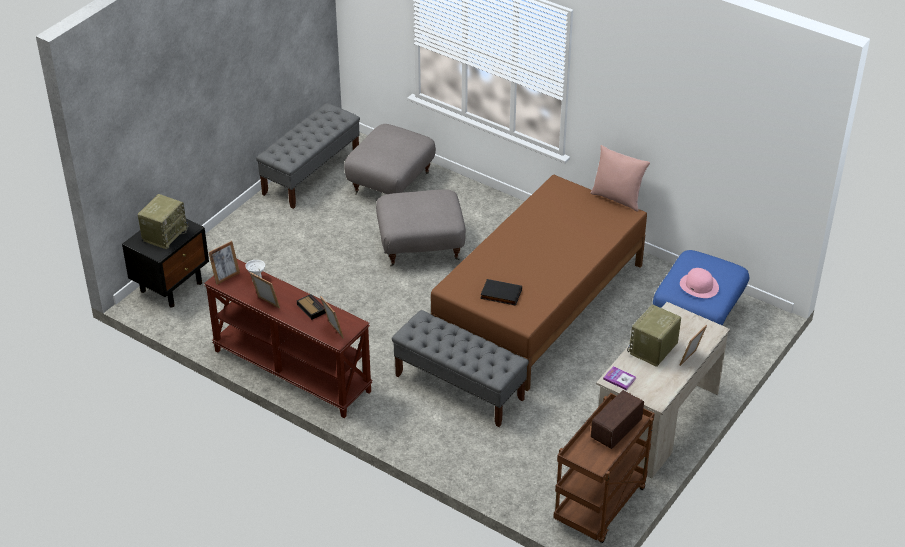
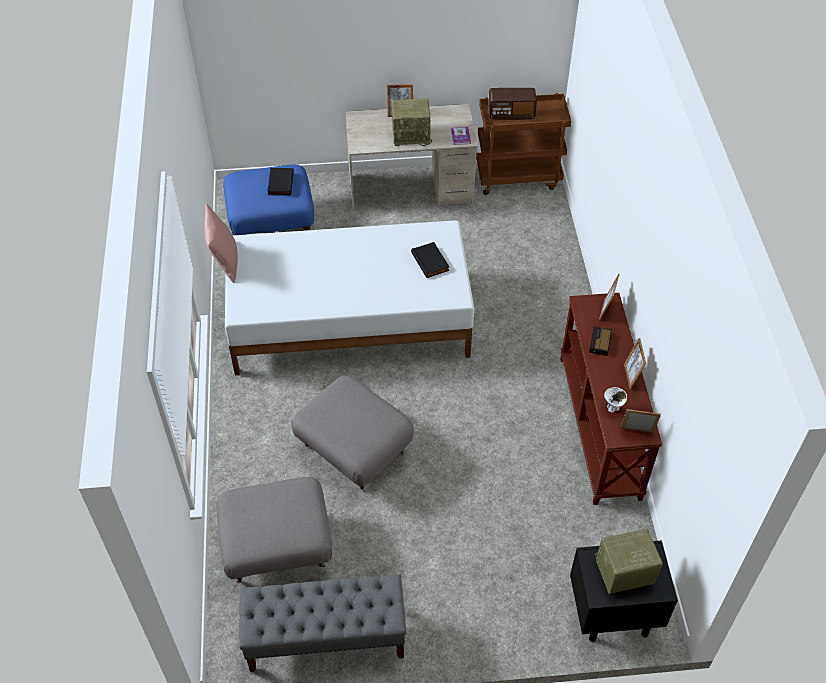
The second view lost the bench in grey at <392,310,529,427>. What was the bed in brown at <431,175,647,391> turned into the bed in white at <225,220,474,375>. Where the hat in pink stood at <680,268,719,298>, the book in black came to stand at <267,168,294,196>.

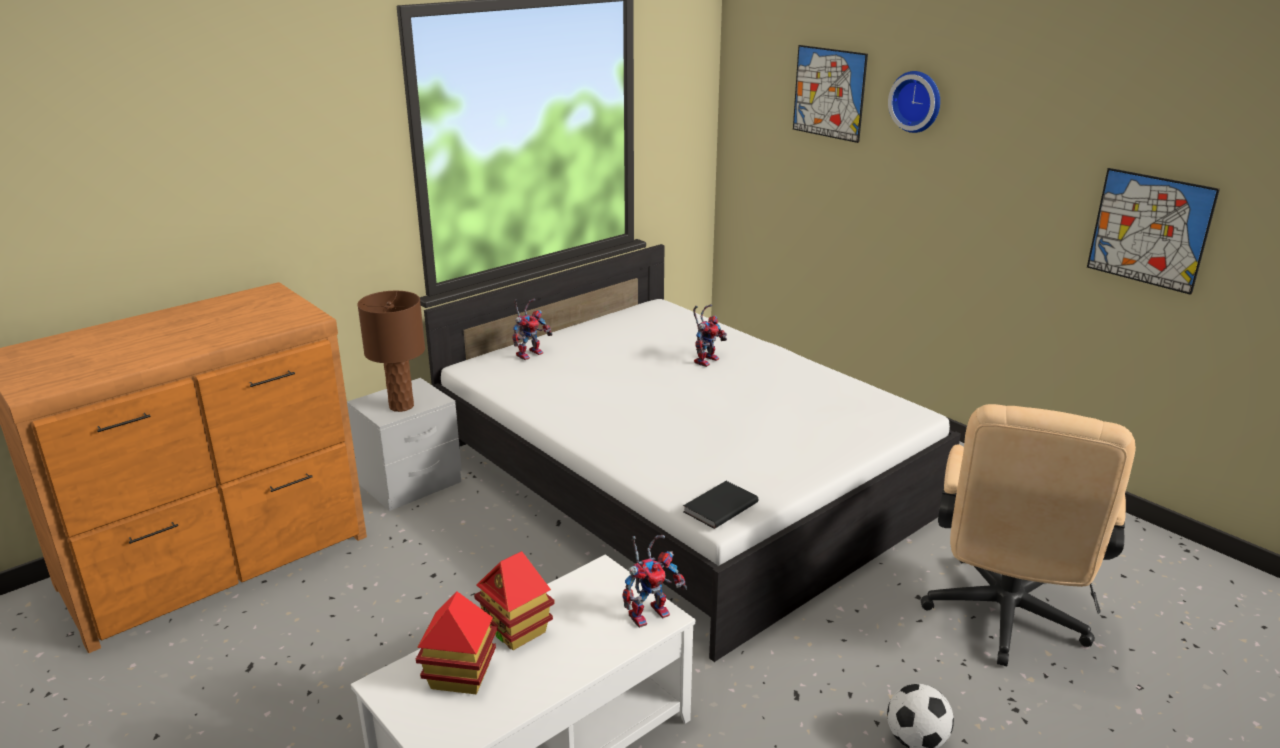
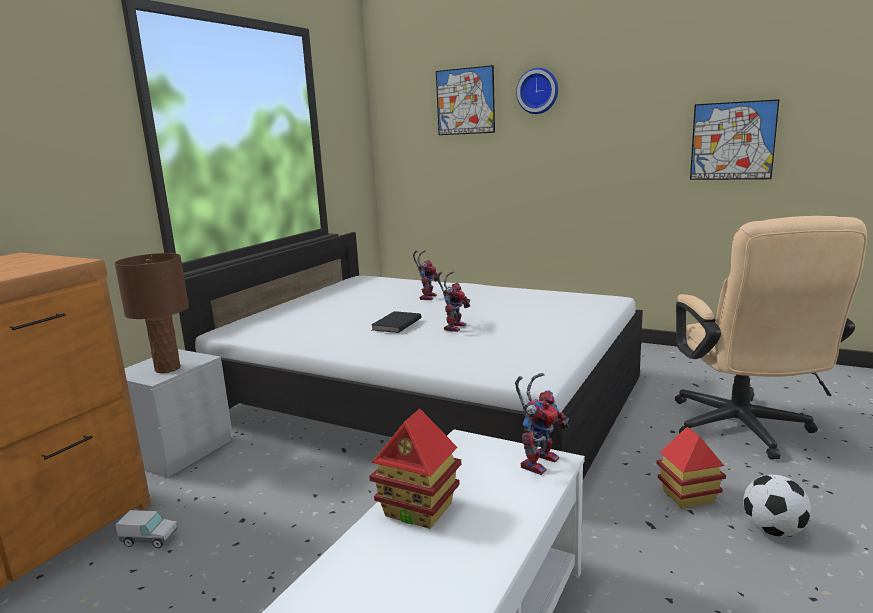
The toy house ended up elsewhere, having gone from <416,591,497,694> to <657,427,726,509>. The toy robot ended up elsewhere, having gone from <512,299,553,360> to <437,271,470,332>. The book in black ended up elsewhere, having gone from <683,481,758,529> to <371,311,421,333>. The second view gained the toy truck at <115,510,177,548>.

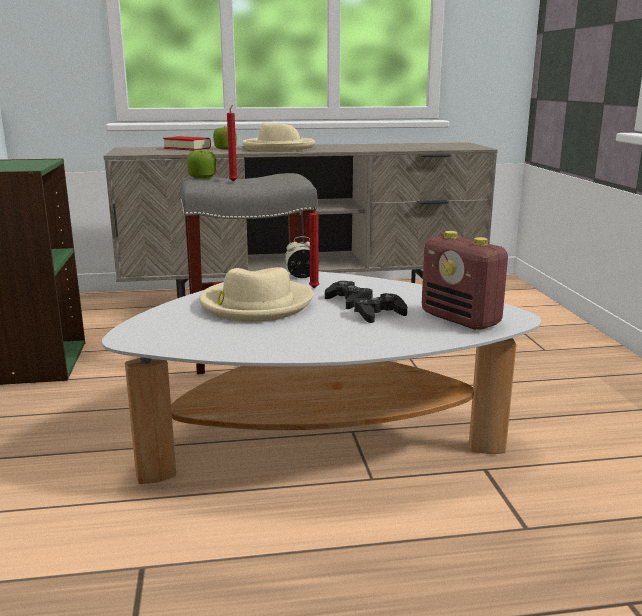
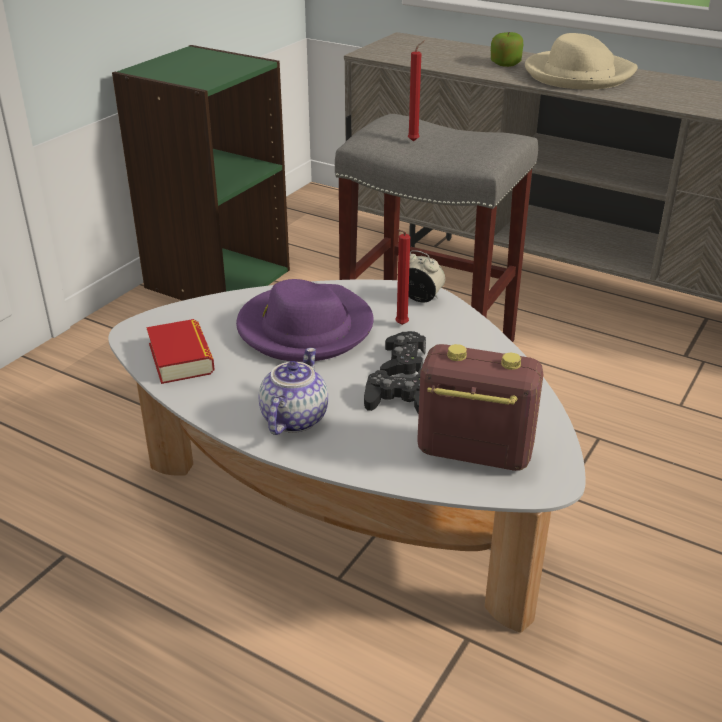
The book ended up elsewhere, having gone from <163,136,211,151> to <146,319,215,384>. The second view lost the apple at <187,149,216,178>. What was the hat in beige at <199,267,314,322> turned into the hat in purple at <236,279,373,362>. The radio at <422,231,508,330> ended up facing another way, 105 degrees clockwise from before. The second view gained the teapot at <259,348,328,435>.

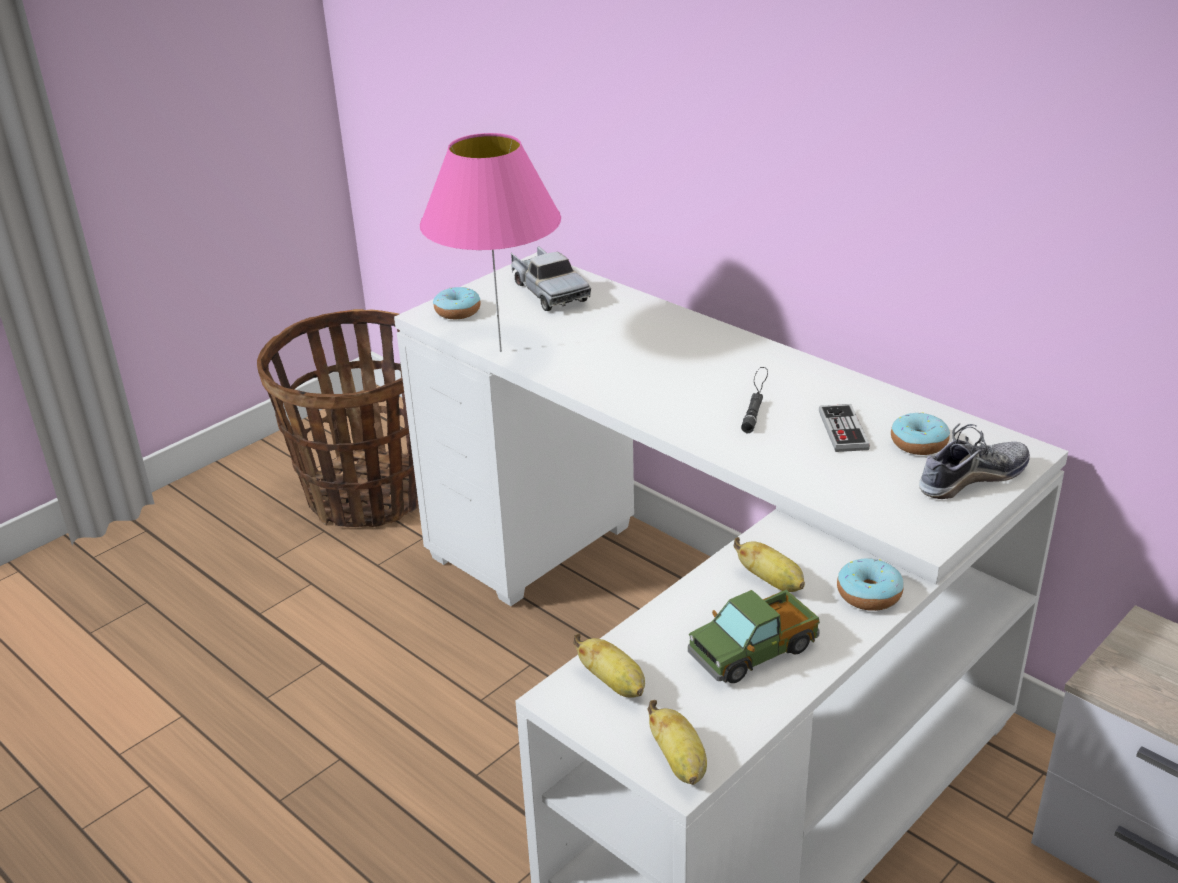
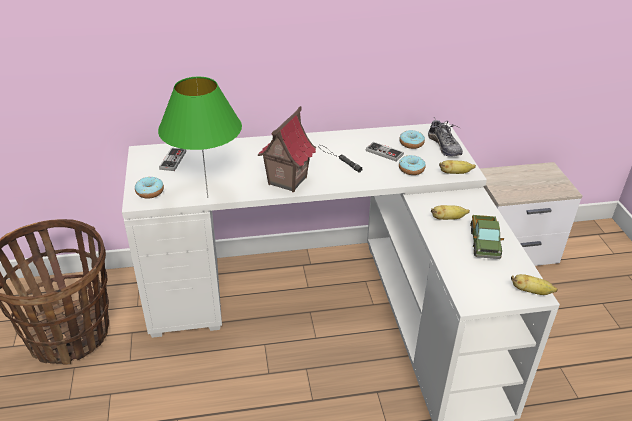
What was the table lamp in pink at <420,133,561,352> turned into the table lamp in green at <158,77,242,198>. Where the toy truck stood at <511,246,591,311>, the game controller came to stand at <159,148,186,171>. The banana ended up elsewhere, having gone from <573,633,645,698> to <439,160,476,174>. The donut ended up elsewhere, having gone from <837,558,904,611> to <399,155,426,175>. The shoe at <919,423,1030,499> ended up facing another way, 150 degrees clockwise from before. The second view gained the toy house at <258,106,317,192>.

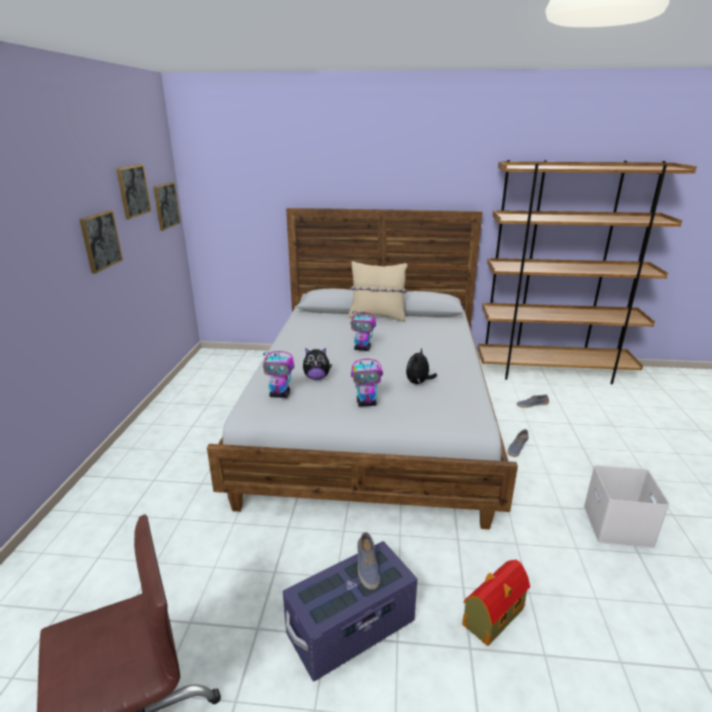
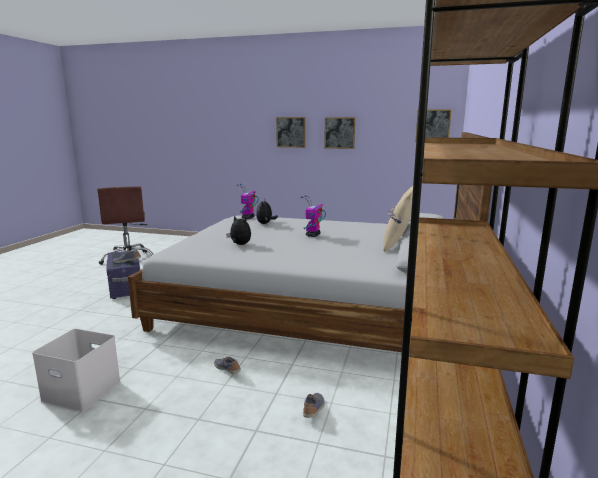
The picture ended up elsewhere, having gone from <116,164,151,219> to <276,117,305,148>. The second view lost the toy robot at <351,359,383,407>. The second view lost the toy house at <462,559,530,646>.

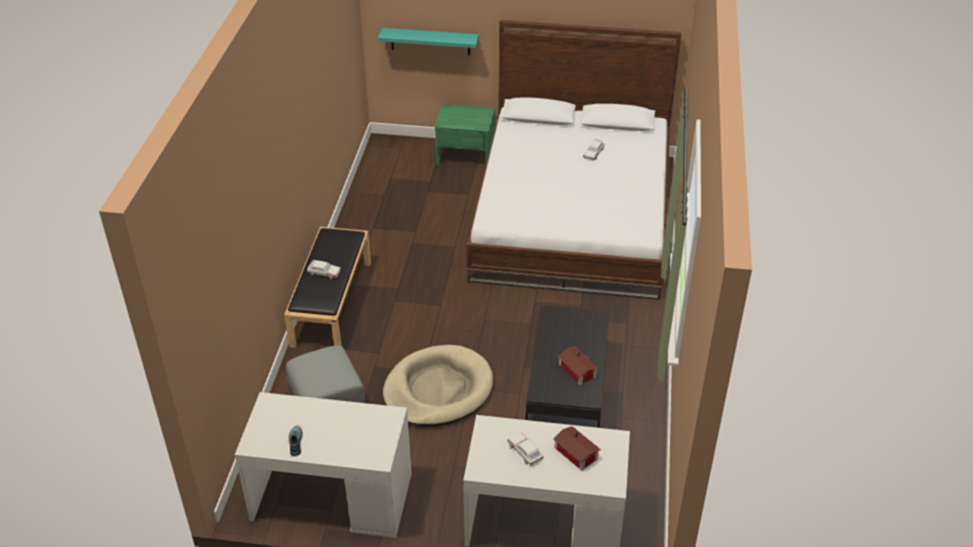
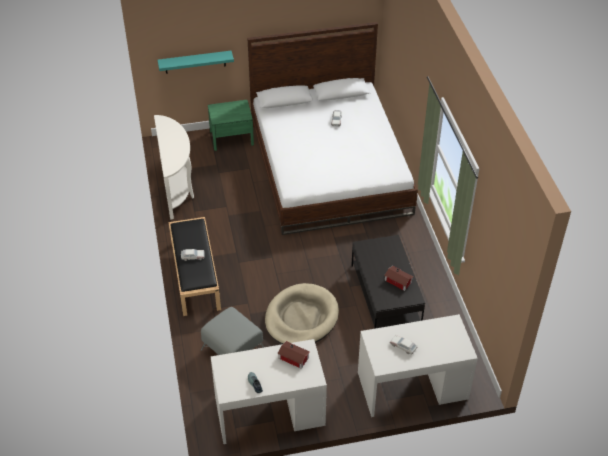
The toy house ended up elsewhere, having gone from <553,426,601,471> to <277,341,310,369>. The second view gained the console table in white at <154,115,194,220>.

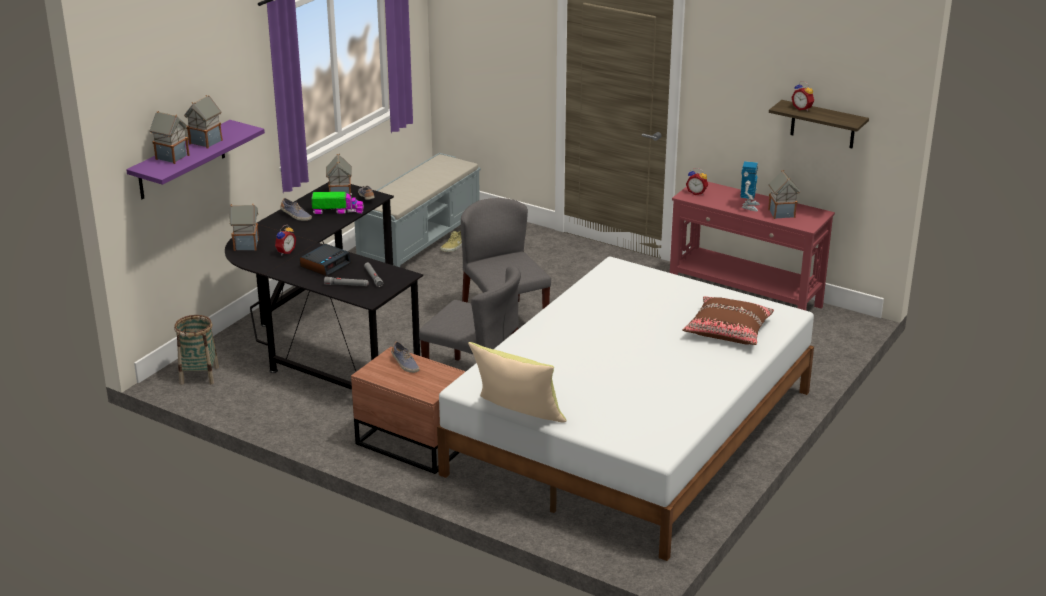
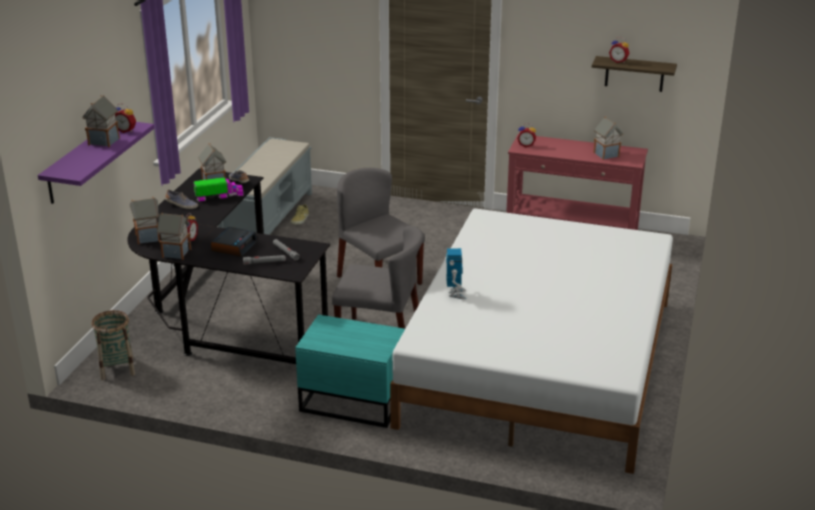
The toy house ended up elsewhere, having gone from <150,111,190,164> to <157,212,191,260>. What was the nightstand in brown at <351,347,466,474> turned into the nightstand in turquoise at <295,315,405,428>. The second view lost the shoe at <391,341,419,373>. The second view lost the pillow in yellow at <468,342,566,422>. The second view lost the pillow in brown at <683,296,774,345>. The toy robot ended up elsewhere, having gone from <740,161,760,211> to <446,248,467,299>. The second view gained the alarm clock at <115,103,136,133>.

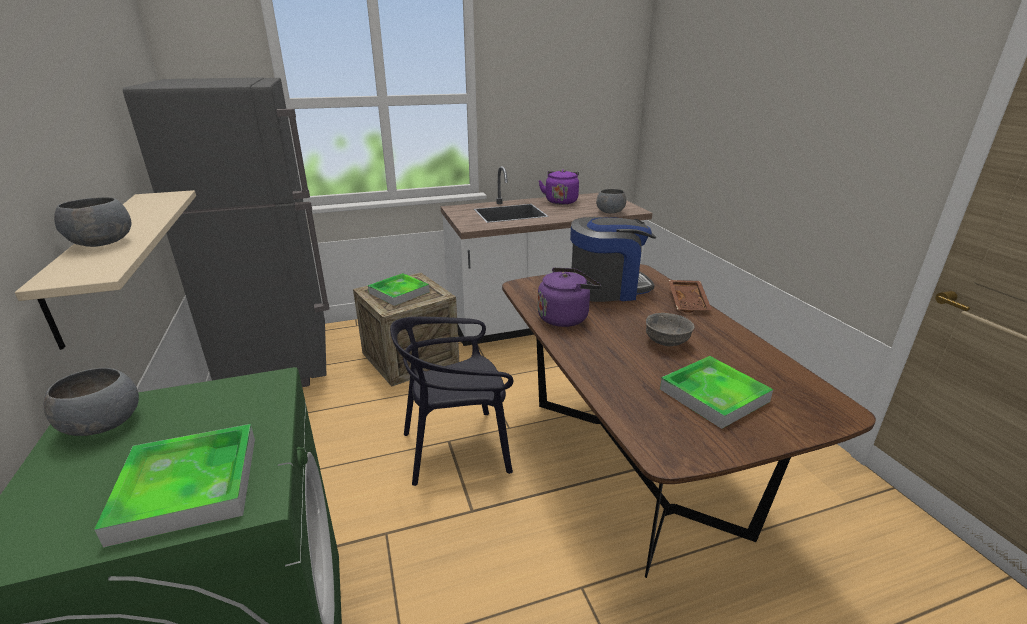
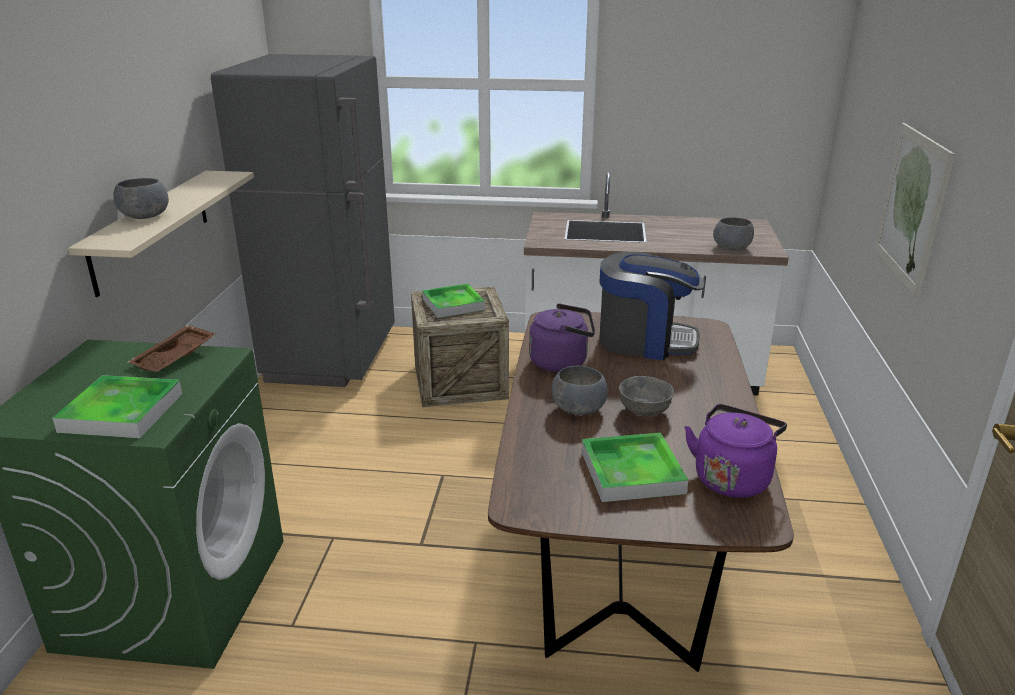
The bowl in grey ended up elsewhere, having gone from <43,368,139,436> to <552,366,608,415>. The second view lost the chair in black at <390,317,513,486>. The kettle in purple ended up elsewhere, having gone from <538,169,579,205> to <685,404,787,498>. The tray in brown ended up elsewhere, having gone from <669,280,712,313> to <128,325,216,372>. The second view gained the picture at <874,123,955,298>.

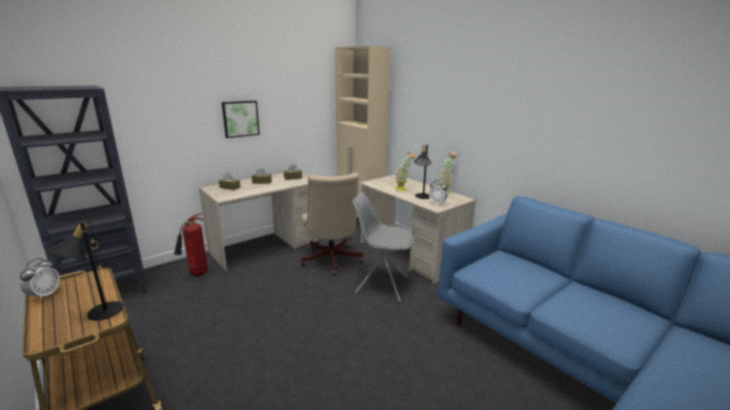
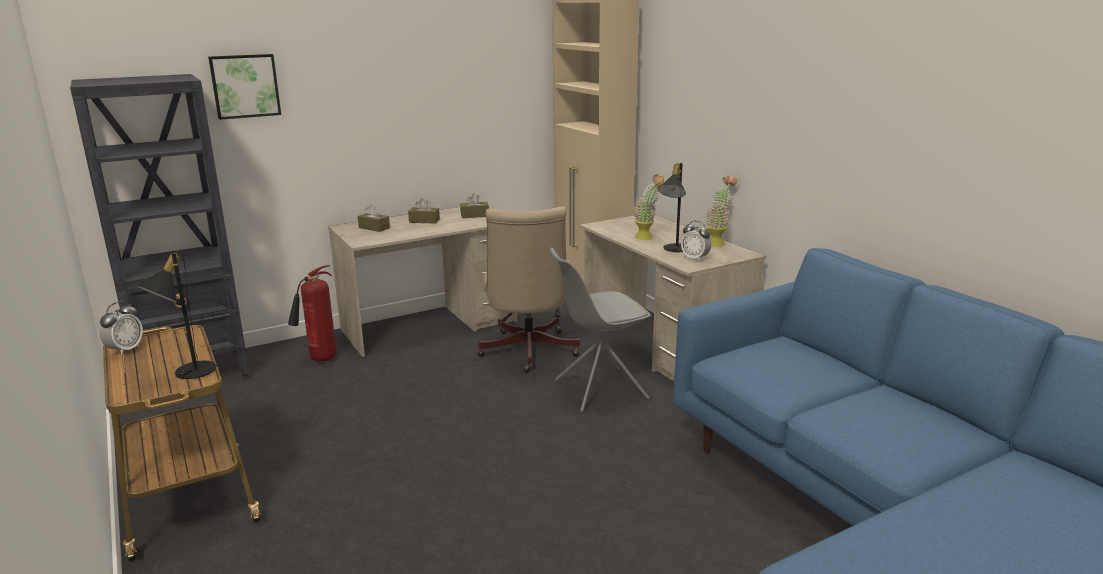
The picture ended up elsewhere, having gone from <222,101,260,138> to <208,54,281,120>. The chair in grey at <352,192,413,301> ended up facing another way, 45 degrees counterclockwise from before.

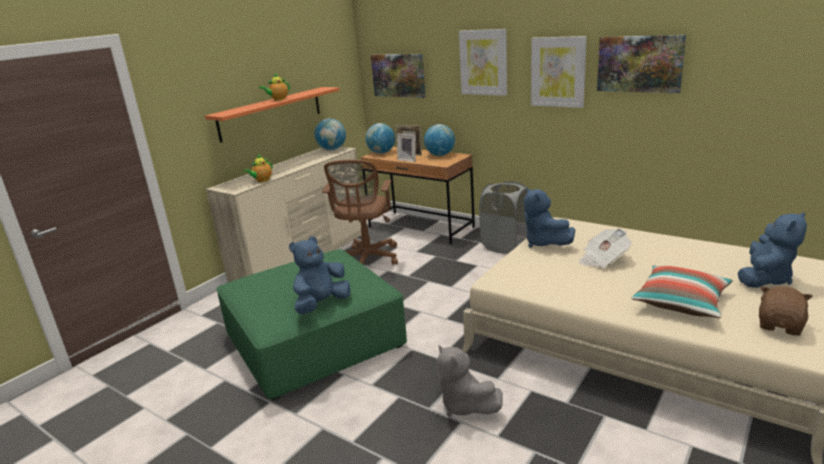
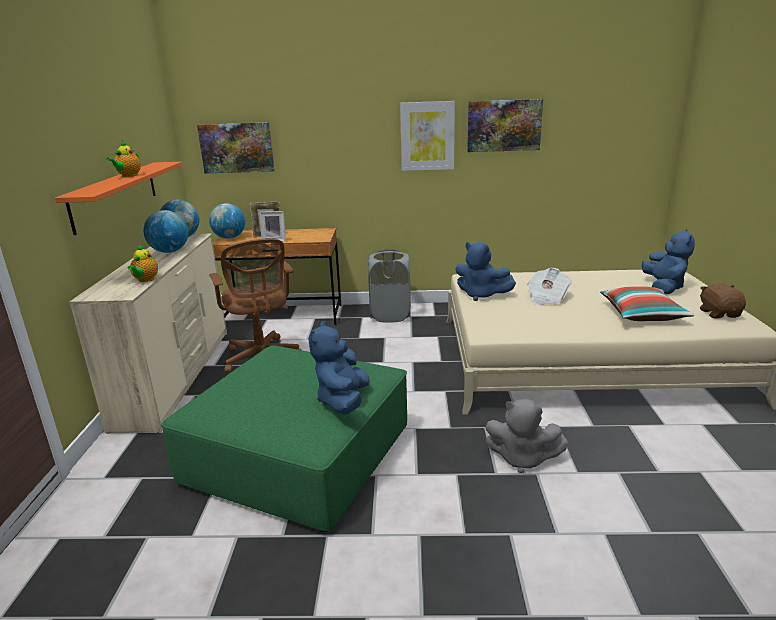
The globe ended up elsewhere, having gone from <424,124,455,156> to <143,210,189,253>. The second view lost the picture at <459,29,507,96>.

